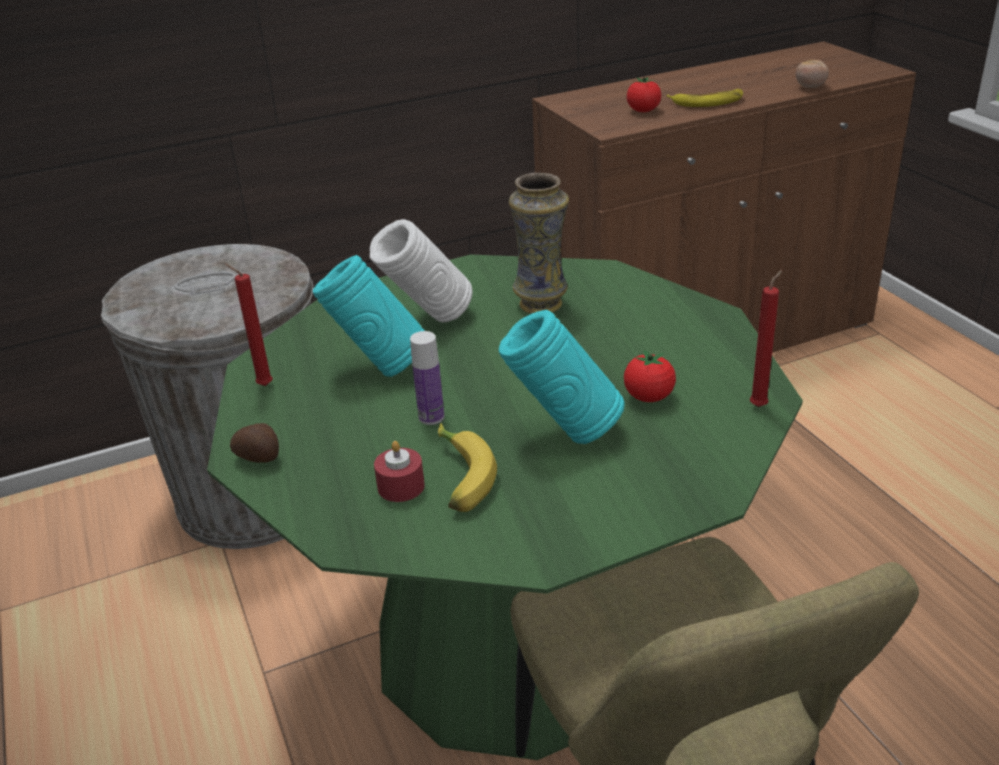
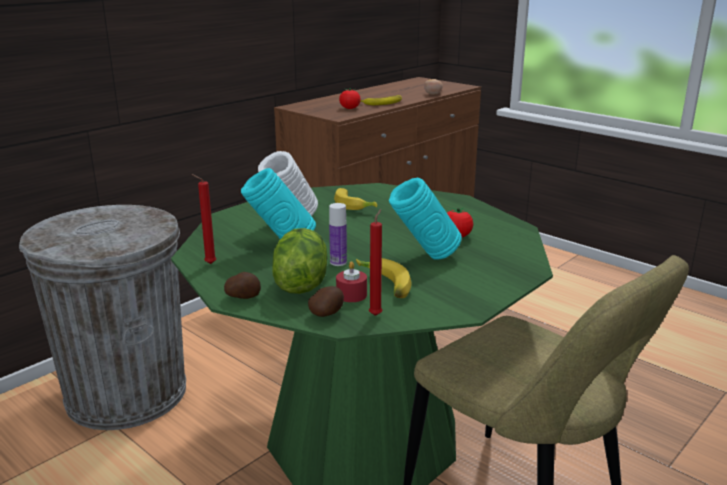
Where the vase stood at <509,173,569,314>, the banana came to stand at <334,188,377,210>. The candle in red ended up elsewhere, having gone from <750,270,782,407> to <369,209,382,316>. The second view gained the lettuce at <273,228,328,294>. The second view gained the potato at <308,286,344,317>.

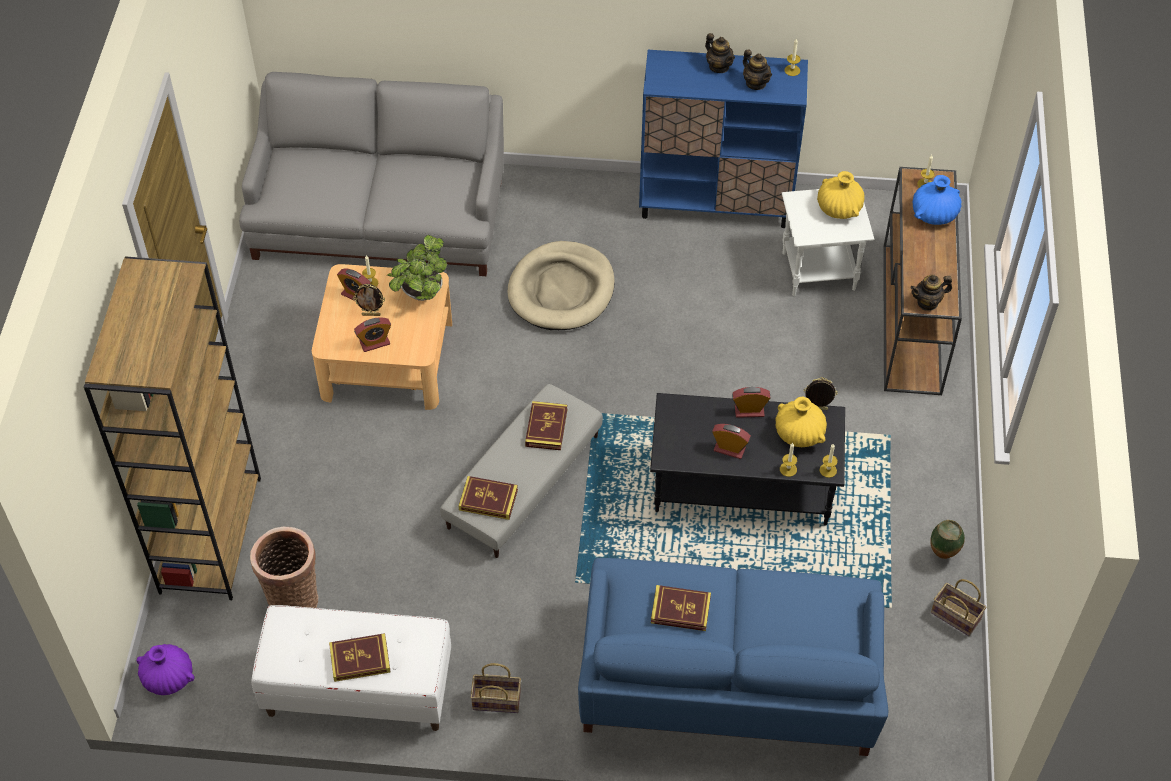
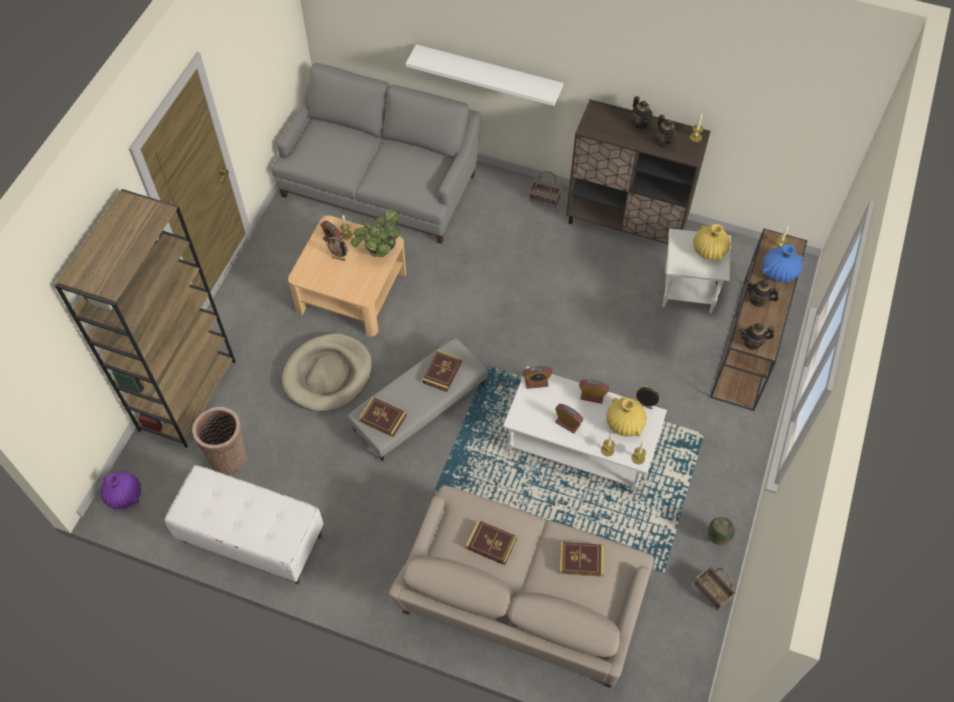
The book ended up elsewhere, having gone from <329,633,391,682> to <559,542,604,577>. The alarm clock ended up elsewhere, having gone from <354,317,391,352> to <523,366,553,389>. The basket ended up elsewhere, having gone from <470,663,521,713> to <529,171,562,208>. The dog bed in beige ended up elsewhere, having gone from <508,241,615,330> to <282,333,372,412>. What was the sofa in blue at <578,558,888,756> turned into the sofa in beige at <389,485,654,688>. What was the cabinet in blue at <639,50,808,228> turned into the cabinet in brown at <566,99,711,244>. What was the coffee table in black at <650,393,845,526> turned into the coffee table in white at <503,366,667,494>. The second view gained the shelf in white at <406,44,563,106>. The second view gained the teapot at <746,280,779,307>.

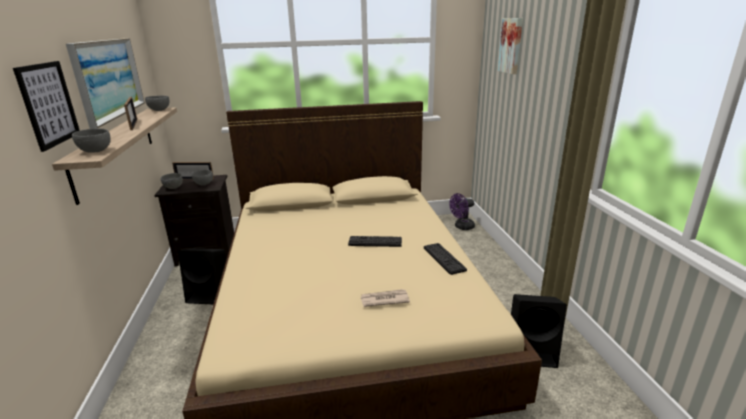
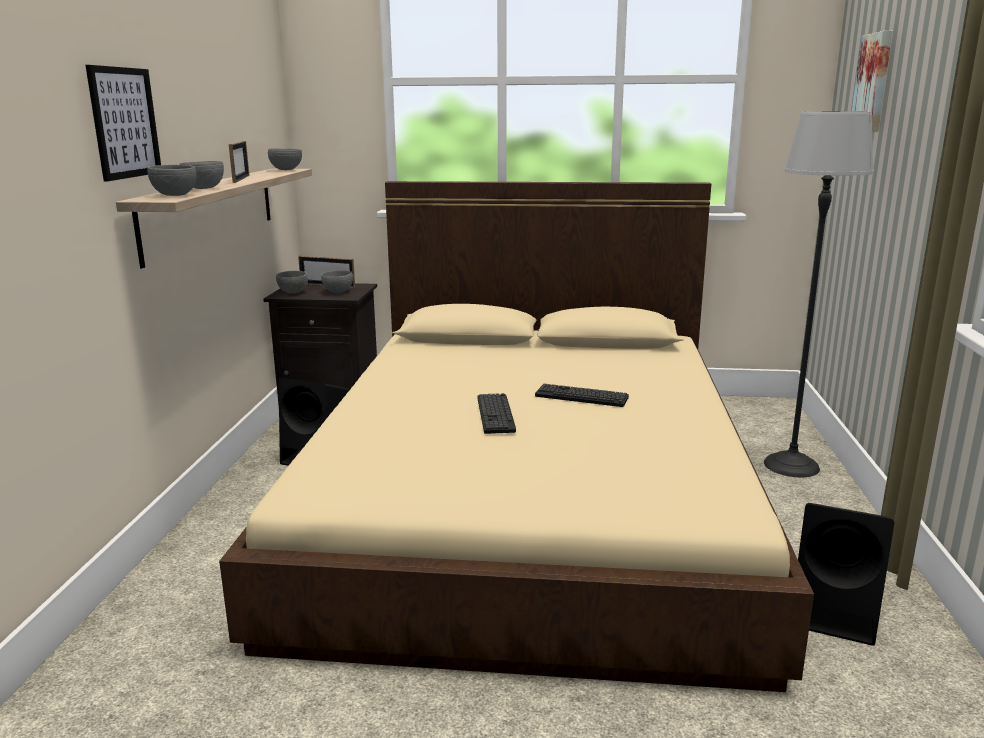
The second view lost the picture at <66,38,145,129>. The second view lost the newspaper at <360,289,410,307>. The keyboard ended up elsewhere, having gone from <424,243,467,275> to <478,393,516,434>. The second view lost the fan in purple at <449,193,475,230>. The second view gained the bowl in grey at <179,161,224,189>. The second view gained the floor lamp at <764,111,874,477>.

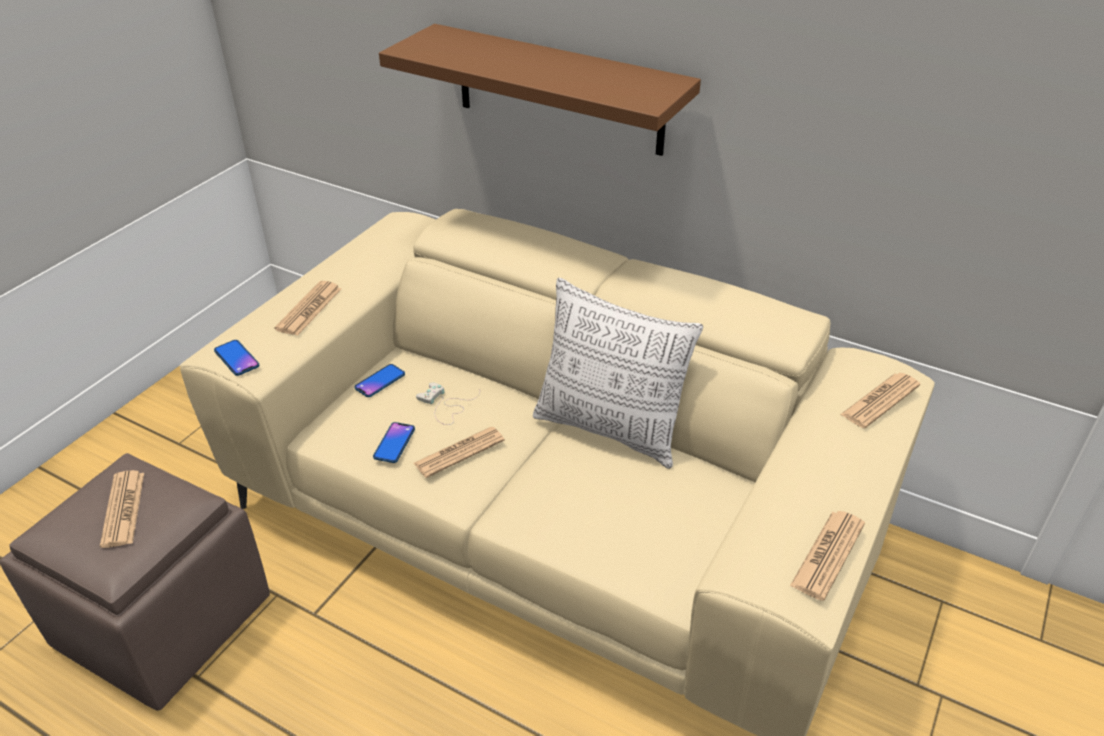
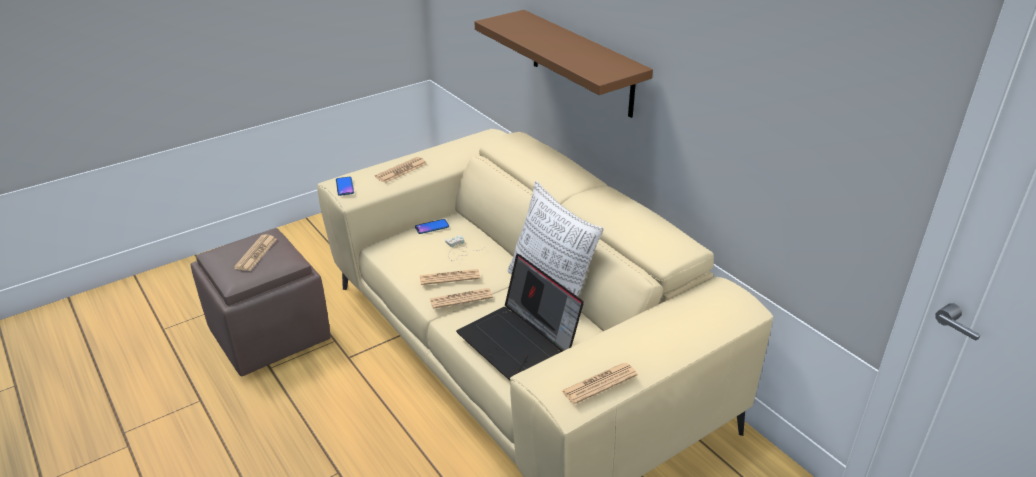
The second view lost the phone at <373,422,415,463>. The newspaper ended up elsewhere, having gone from <840,373,920,428> to <430,288,493,309>. The second view gained the laptop at <456,254,584,380>.

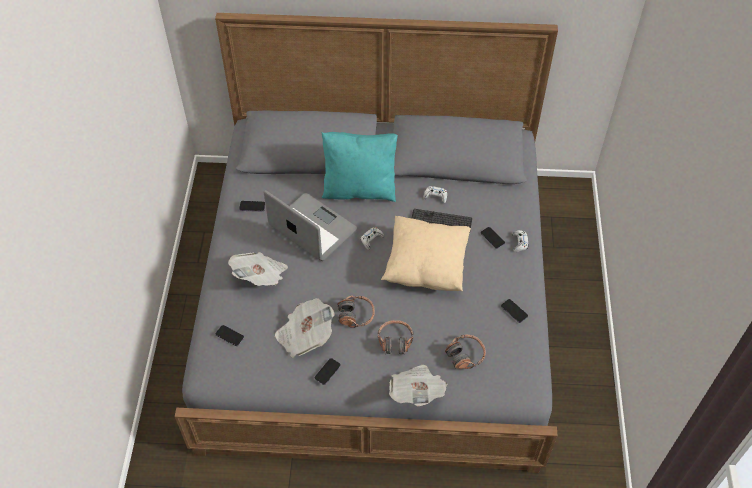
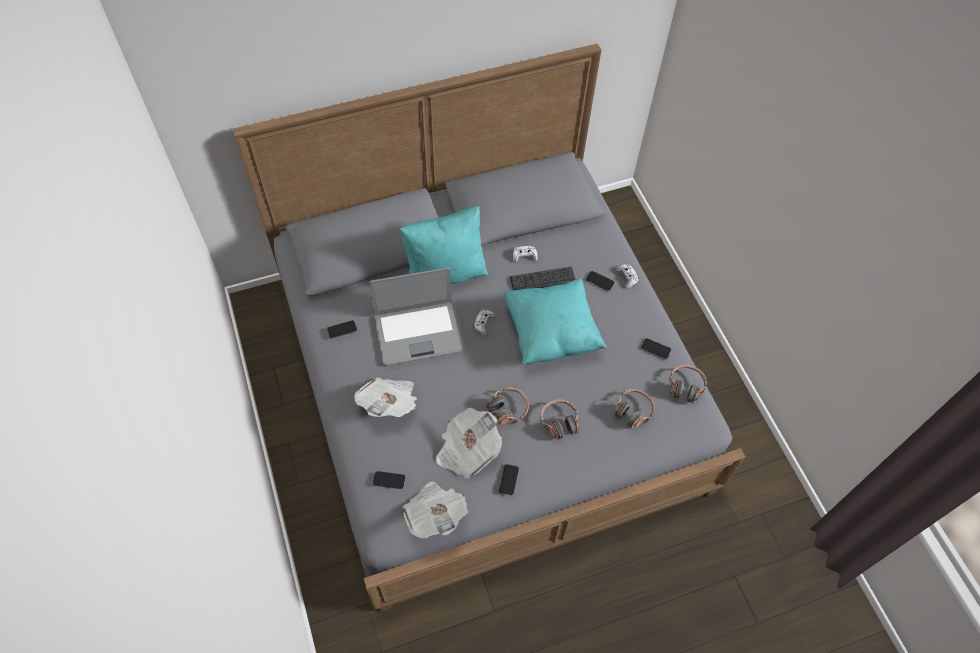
The laptop at <263,190,357,261> ended up facing another way, 150 degrees clockwise from before. What was the pillow in beige at <381,216,471,291> turned into the pillow in turquoise at <503,279,607,365>. The newspaper ended up elsewhere, having gone from <389,365,447,406> to <402,481,468,538>. The second view gained the headphones at <669,365,707,403>.

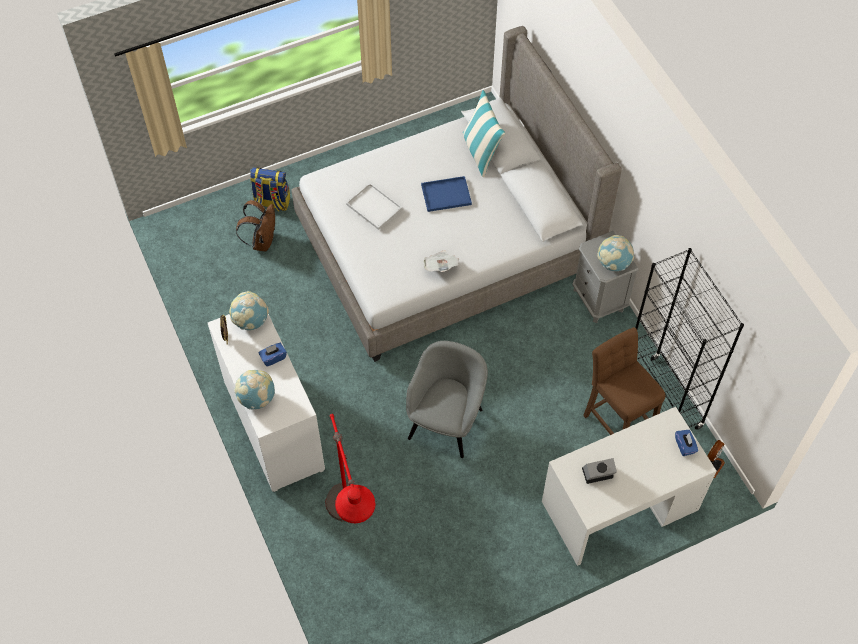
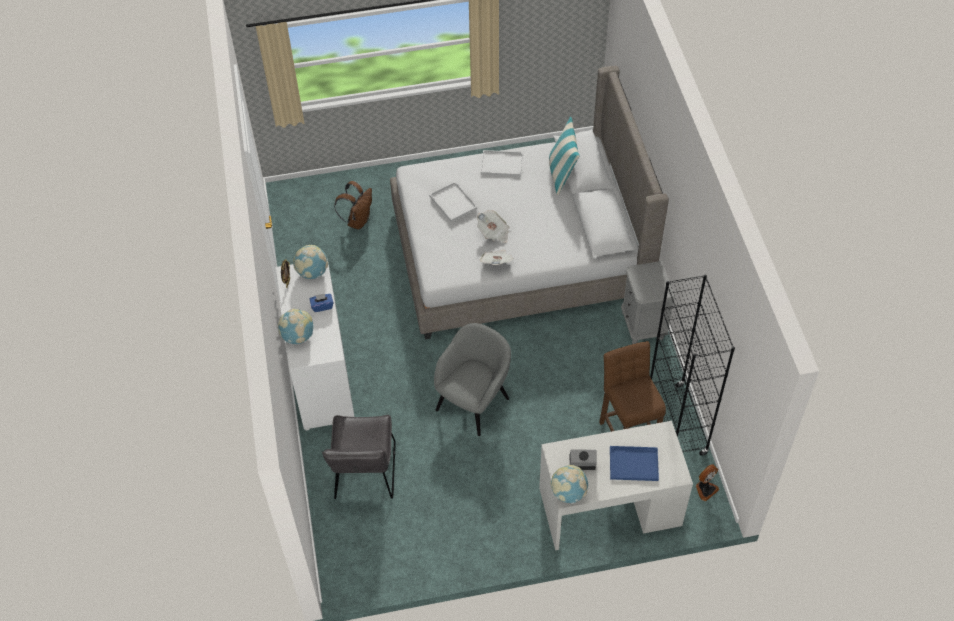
The second view lost the backpack at <250,167,290,211>. Where the floor lamp in red stood at <326,414,375,523>, the chair in grey came to stand at <322,415,396,499>. The tray in blue ended up elsewhere, having gone from <421,176,472,212> to <610,446,659,481>. The globe ended up elsewhere, having gone from <597,235,634,271> to <550,465,588,504>. The second view lost the tissue box in blue at <675,430,698,456>. The second view gained the newspaper at <477,210,510,243>. The second view gained the tray in white at <481,150,523,176>.

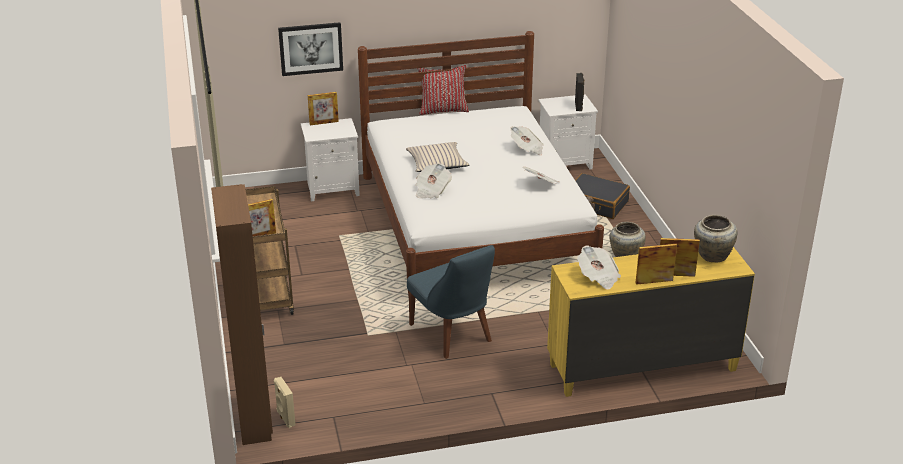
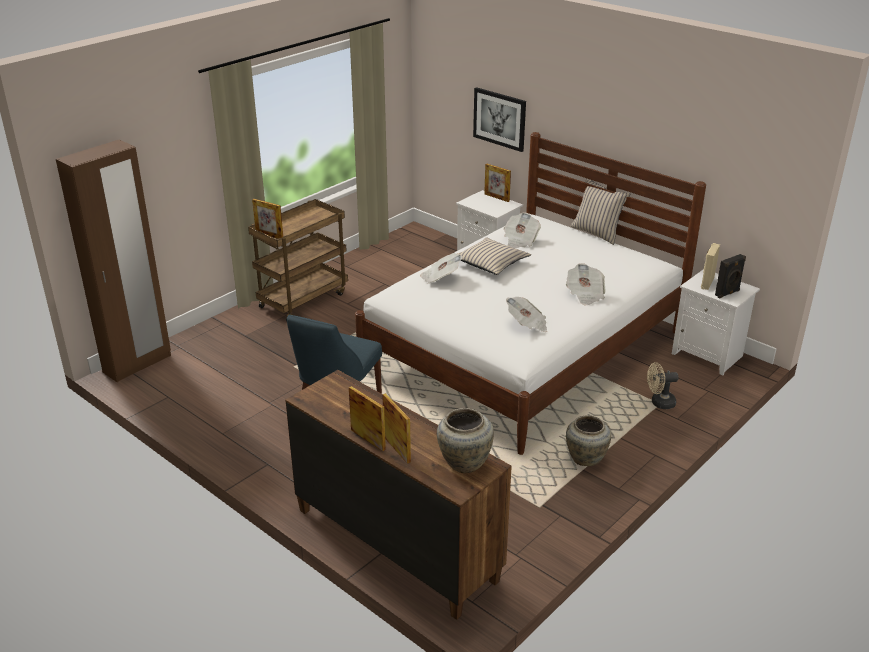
The speaker in beige ended up elsewhere, having gone from <274,377,296,428> to <701,243,720,290>. What was the pillow in red at <418,65,469,115> turned into the pillow in beige at <571,178,630,245>. What was the dresser in yellow at <547,247,755,397> turned into the dresser in brown at <285,370,512,620>. Where the suitcase in black stood at <575,173,630,219>, the fan in beige came to stand at <647,362,679,409>. The newspaper ended up elsewhere, having gone from <577,245,621,290> to <504,212,541,248>.

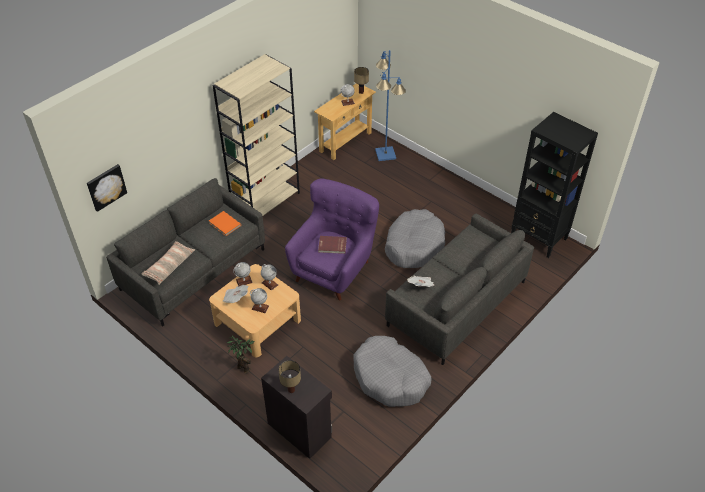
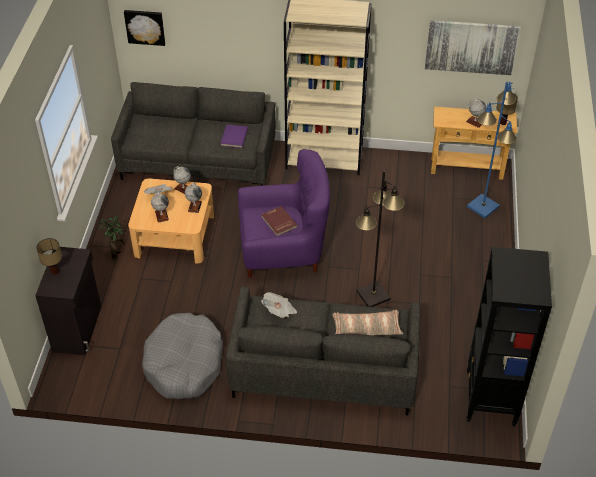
The pillow ended up elsewhere, having gone from <141,241,195,285> to <332,310,403,335>. What was the book in orange at <209,211,241,236> turned into the book in purple at <221,124,248,148>. Where the dog bed in grey stood at <385,209,445,268>, the floor lamp in black came to stand at <356,171,404,307>. The second view gained the picture at <425,20,520,75>.

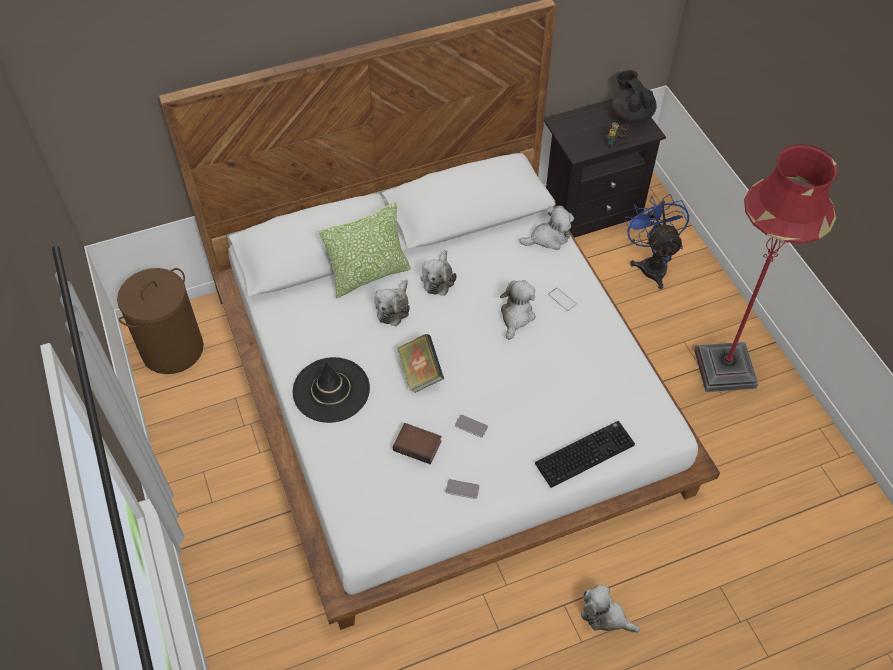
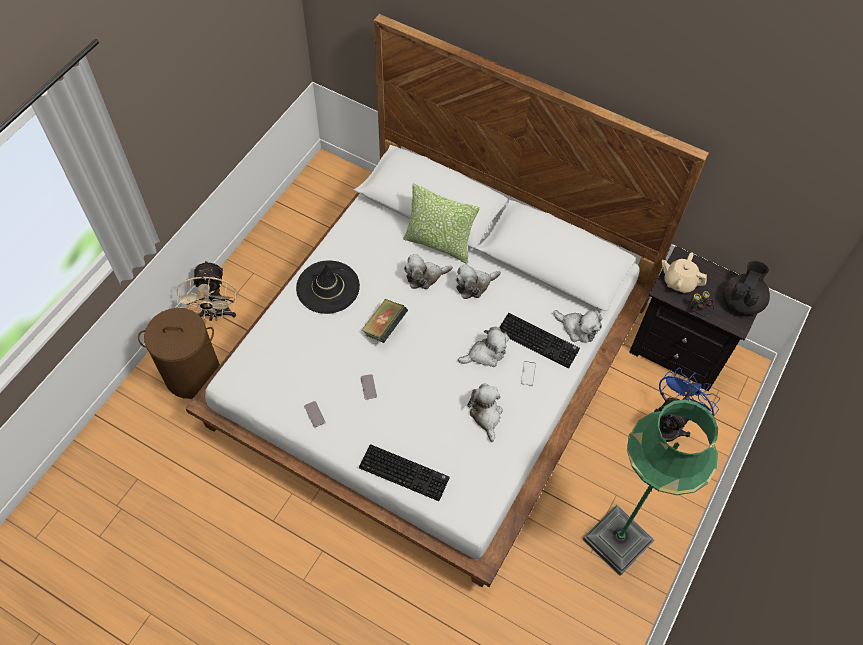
The laundry basket in brown ended up elsewhere, having gone from <117,268,204,374> to <138,308,220,399>. The second view lost the book at <393,423,442,464>. The plush toy ended up elsewhere, having gone from <581,584,640,633> to <467,383,503,442>. What was the floor lamp in red at <694,144,838,392> turned into the floor lamp in green at <583,399,718,575>. The second view gained the fan in beige at <177,260,237,321>. The second view gained the keyboard at <499,313,580,368>. The second view gained the teapot in beige at <661,252,707,293>.

